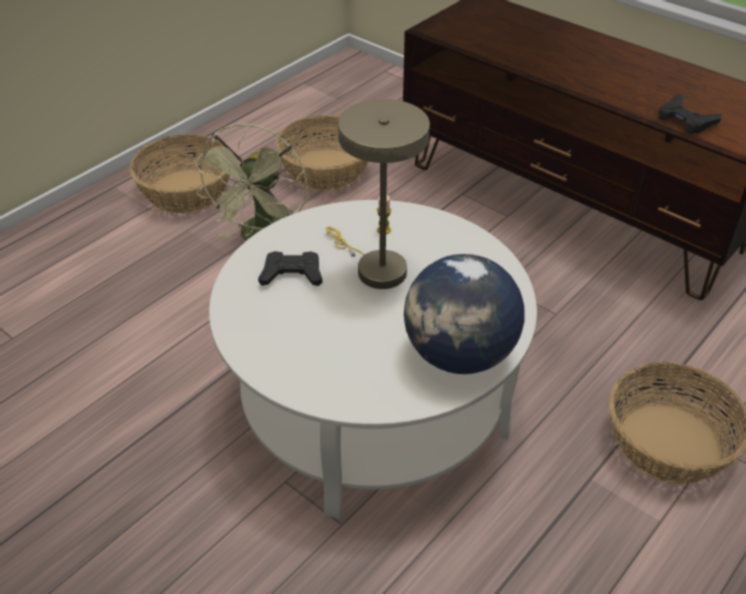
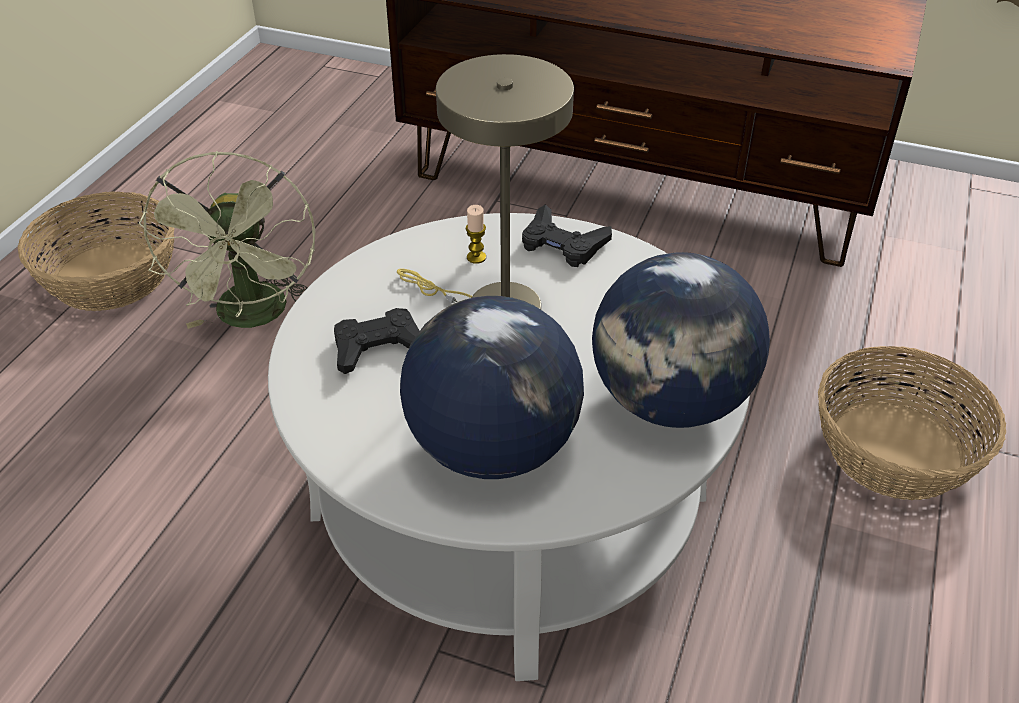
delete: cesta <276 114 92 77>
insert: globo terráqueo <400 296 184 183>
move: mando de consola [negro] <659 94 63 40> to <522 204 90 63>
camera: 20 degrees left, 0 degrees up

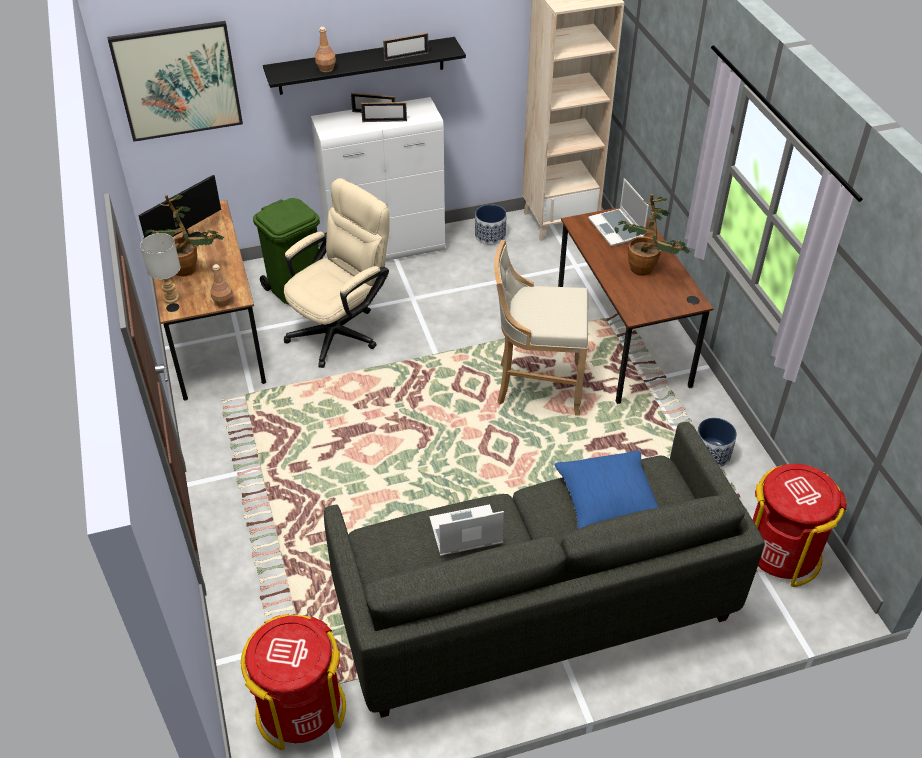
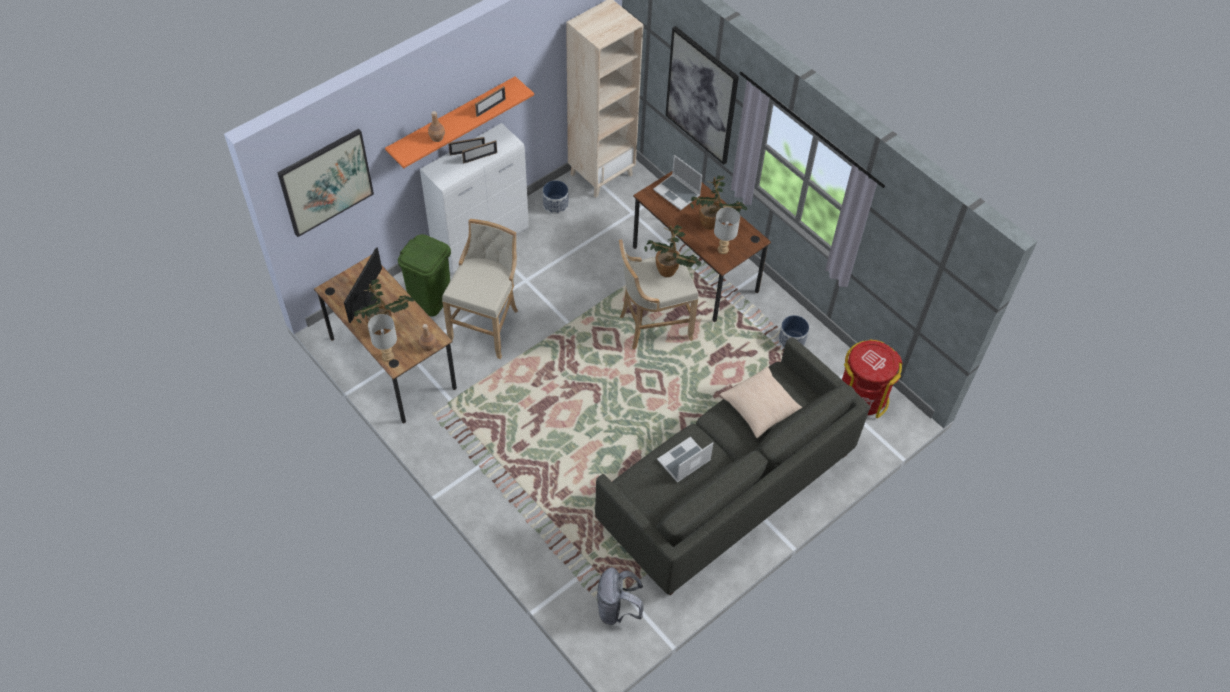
insert: planta en maceta <644 225 58 52>; cuadro <665 26 74 139>; lámpara de mesa [gris] <714 207 26 47>
replace: silla de oficina [beis] <284 178 106 190> to taburete [beis] <442 219 76 140>; papelera [rojo] <241 614 105 136> to mochila [gris] <597 567 47 58>
recolor: estante [negro] <263 37 203 58> to estante [naranja] <385 76 149 92>; cojín [azul] <554 450 105 79> to cojín [beis] <719 367 83 71>
camera: 25 degrees left, 10 degrees up

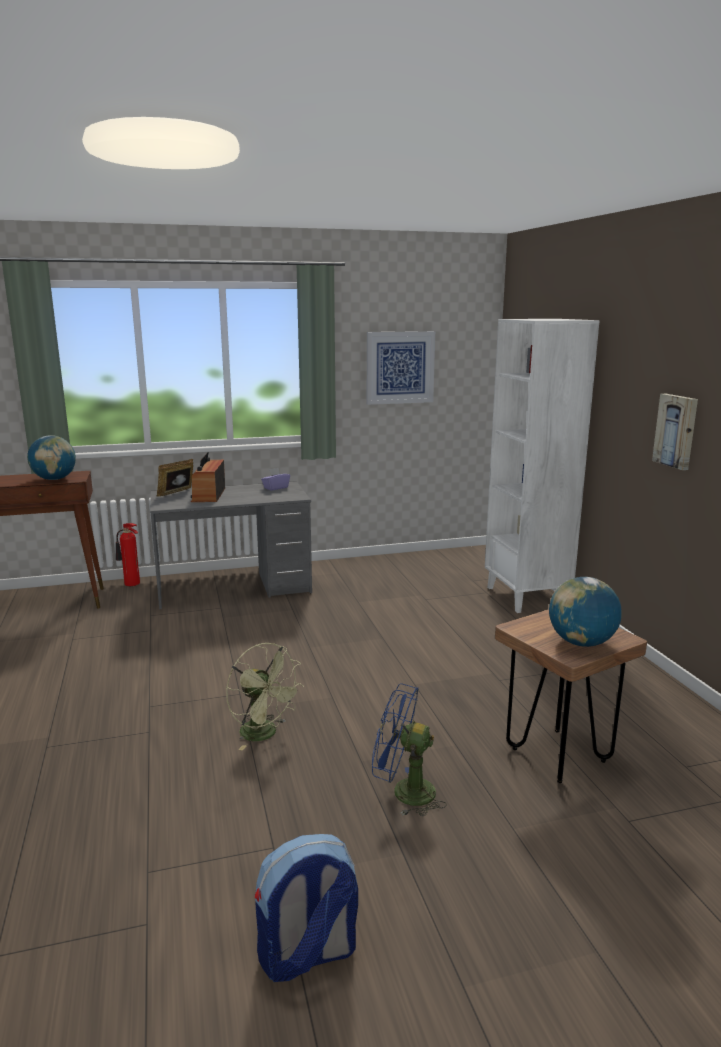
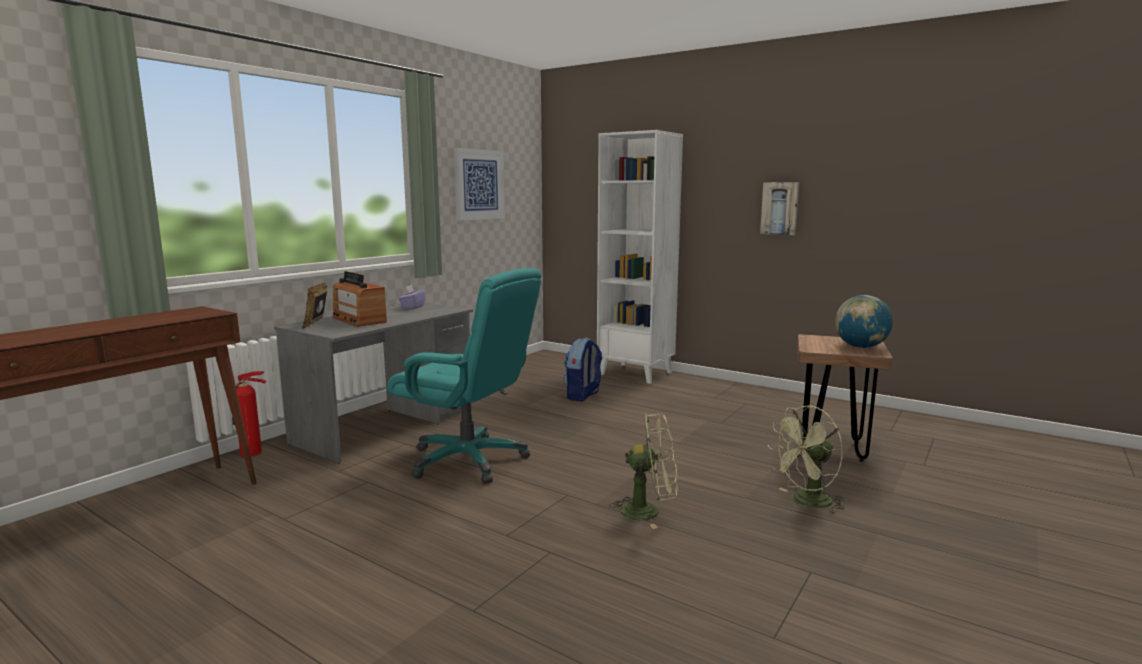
delete: globo terráqueo <27 435 49 45>
insert: silla de oficina [turquesa] <387 268 155 216>
move: mochila <255 834 103 148> to <564 338 38 63>
recolor: ventilador [azul] <372 683 75 133> to ventilador [verde] <768 406 77 108>
camera: 40 degrees left, 5 degrees down

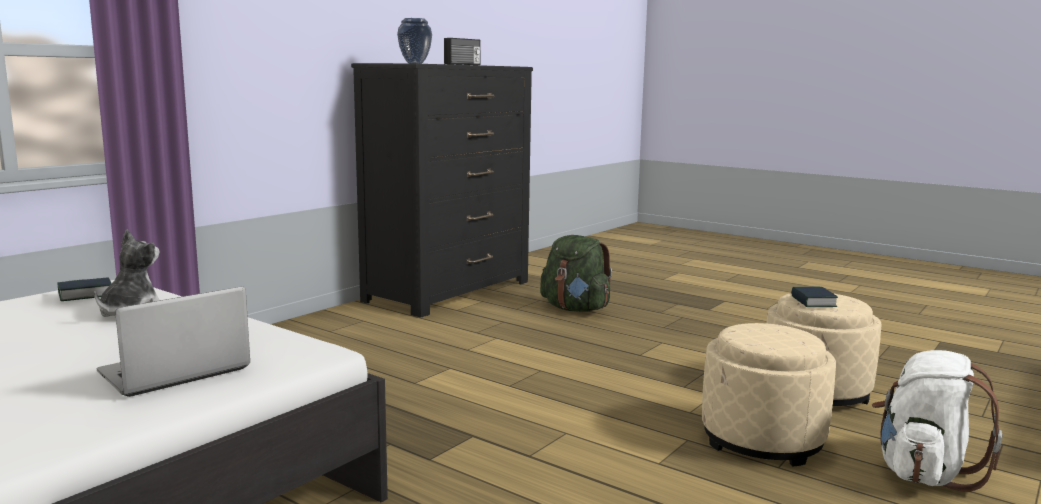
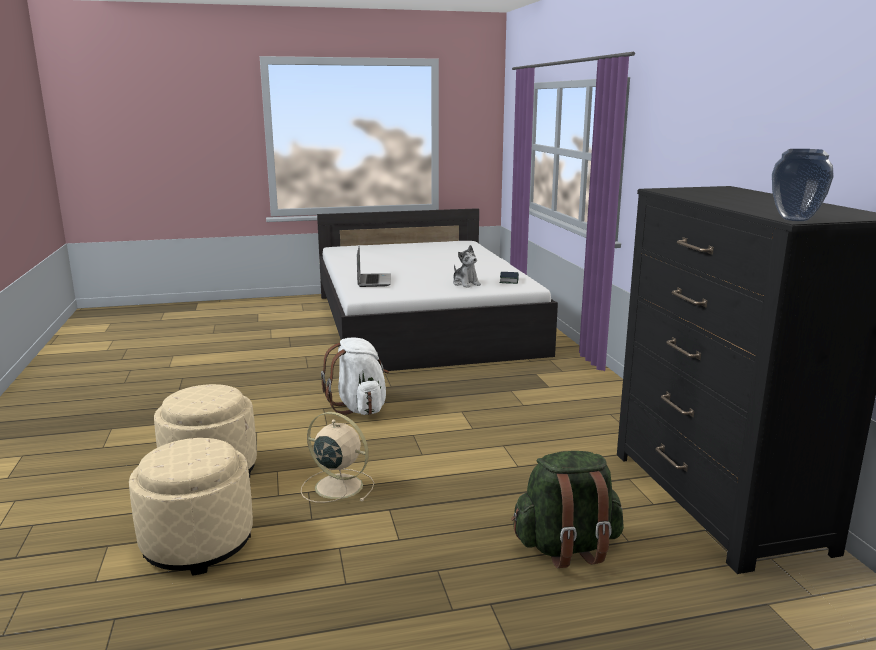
delete: radio <444 38 37 27>; libro <791 287 47 20>
insert: ventilador [beis] <301 412 73 91>
move: mochila [blanco] <872 350 131 142> to <321 337 68 78>; florero <397 18 35 46> to <772 149 62 72>
camera: 130 degrees right, 5 degrees up

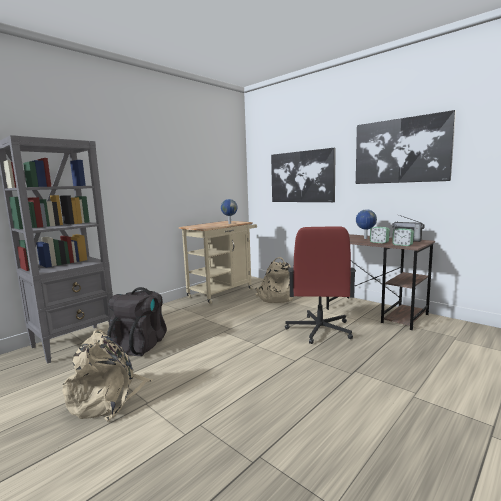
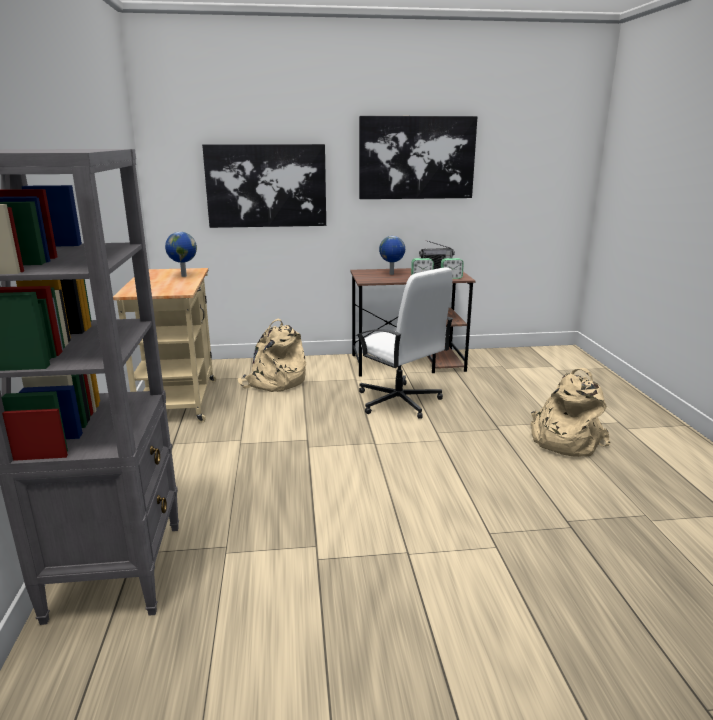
delete: mochila [negro] <107 287 60 69>
move: mochila [beis] <62 330 90 91> to <531 368 79 89>
recolor: silla de oficina [rojo] <285 226 71 118> to silla de oficina [blanco] <356 267 97 152>
camera: 50 degrees left, 10 degrees up

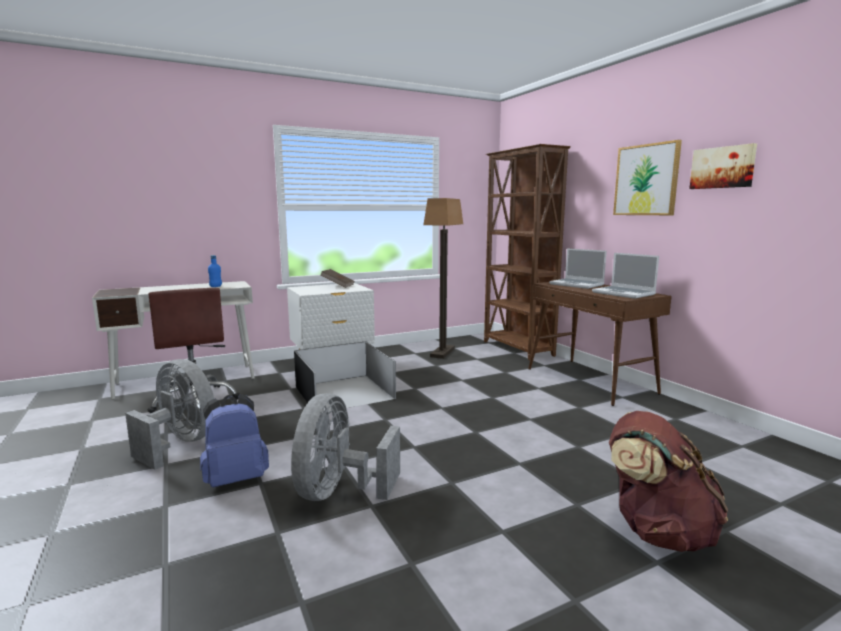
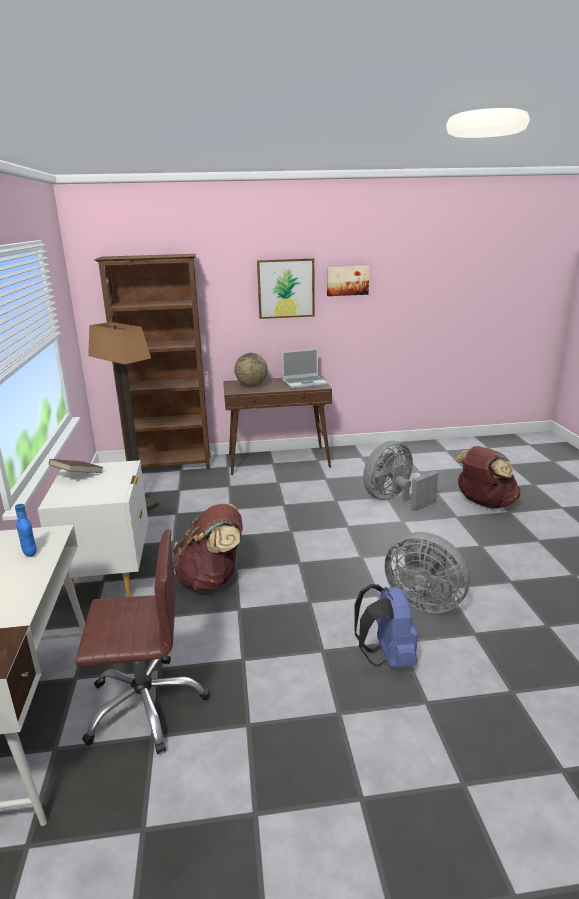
move: ventilador [gris] <125 359 89 111> to <363 441 75 70>
replace: caja de almacenaje [negro] <294 341 102 72> to mochila [marrón] <173 504 70 86>; portátil <549 248 58 41> to globo terráqueo <234 353 34 34>
camera: 70 degrees left, 10 degrees up

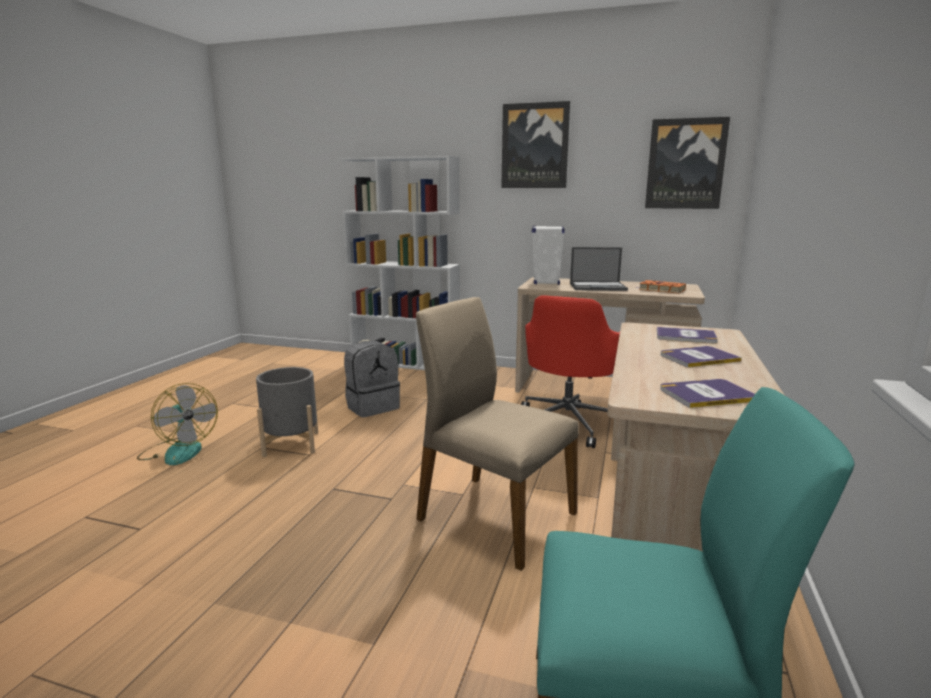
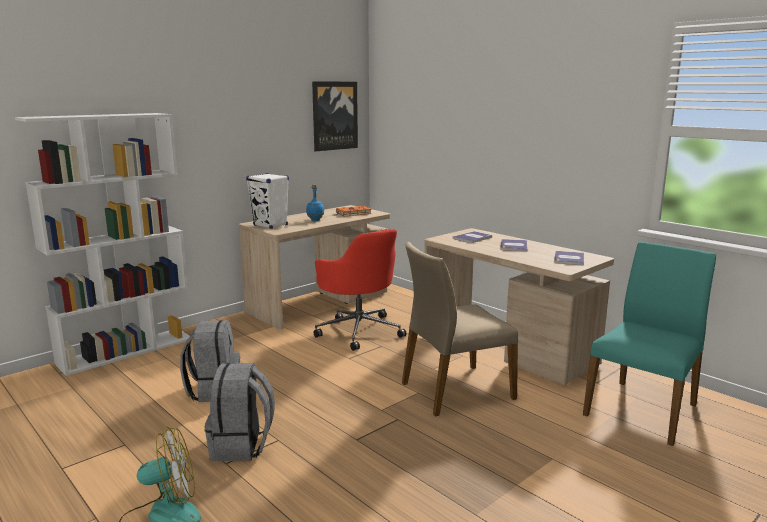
delete: cuadro <501 101 69 87>
replace: maceta [gris] <256 367 62 90> to mochila [gris] <205 363 70 98>; portátil <570 247 58 44> to botella [azul] <306 184 18 37>
camera: 60 degrees left, 0 degrees up

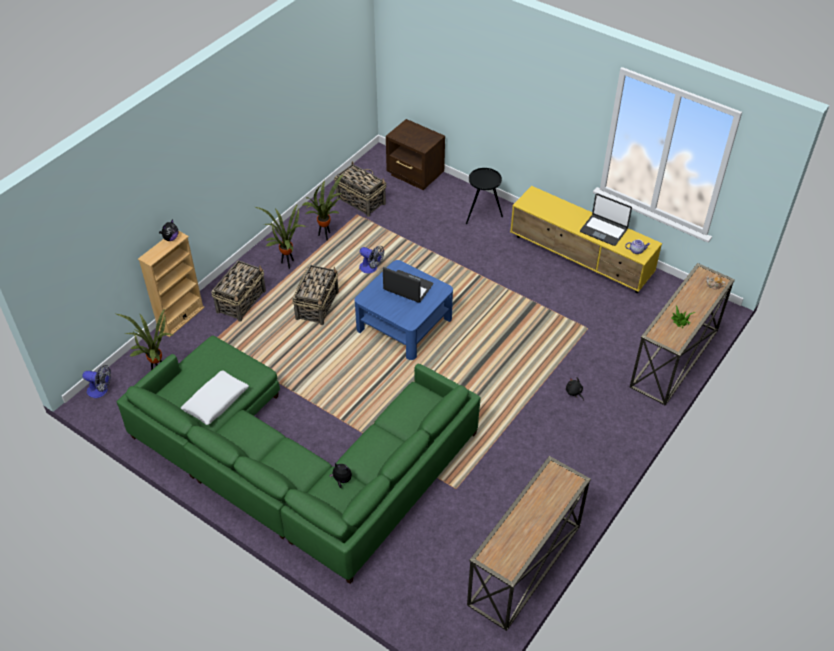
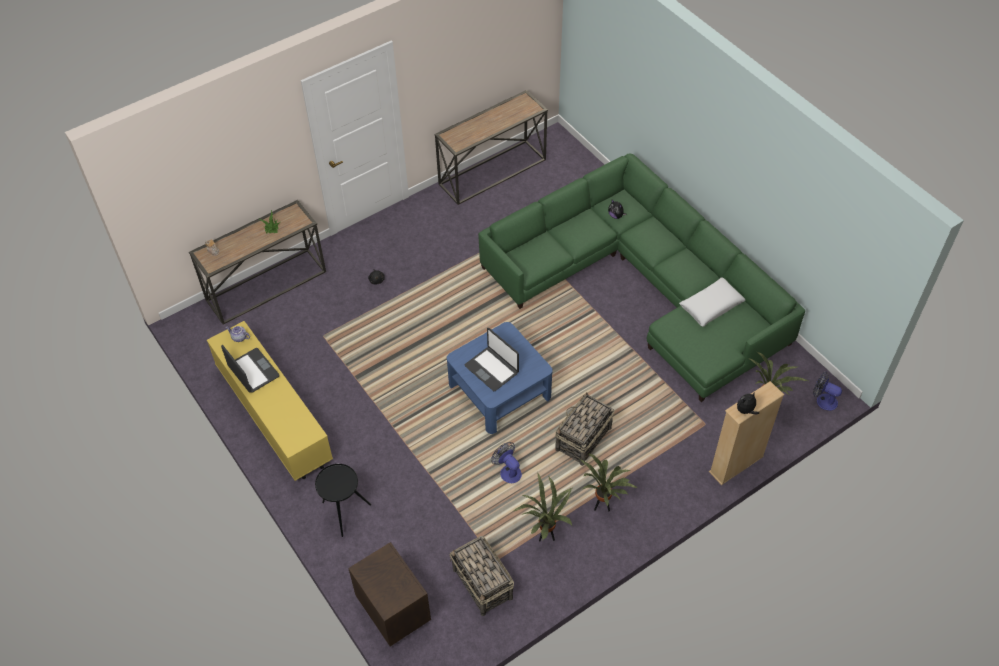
delete: cesta <211 260 55 61>
camera: 160 degrees left, 5 degrees up

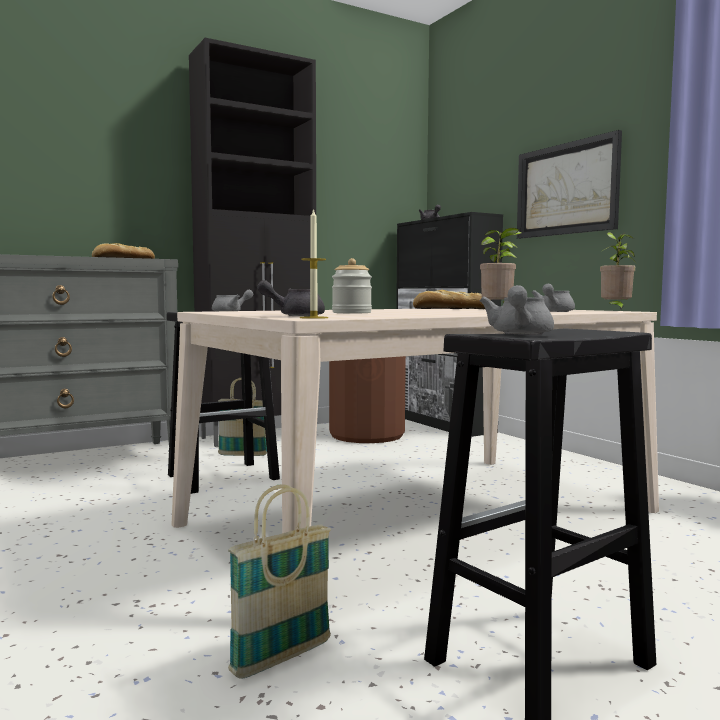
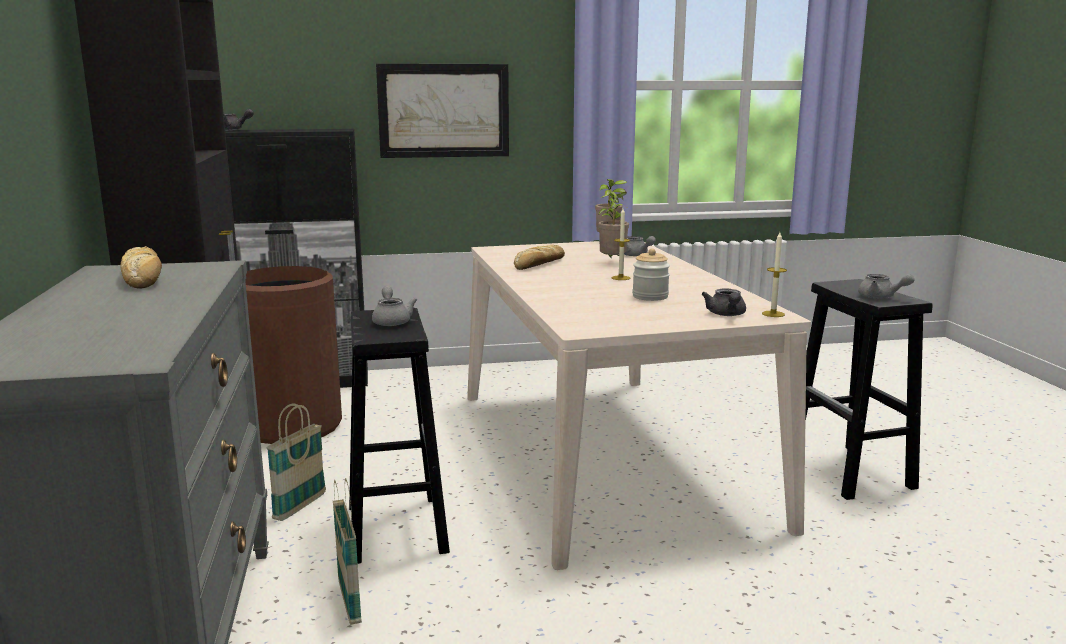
insert: vela <612 209 18 71>
move: cesta <228 484 103 195> to <333 478 29 147>
camera: 70 degrees left, 10 degrees up

